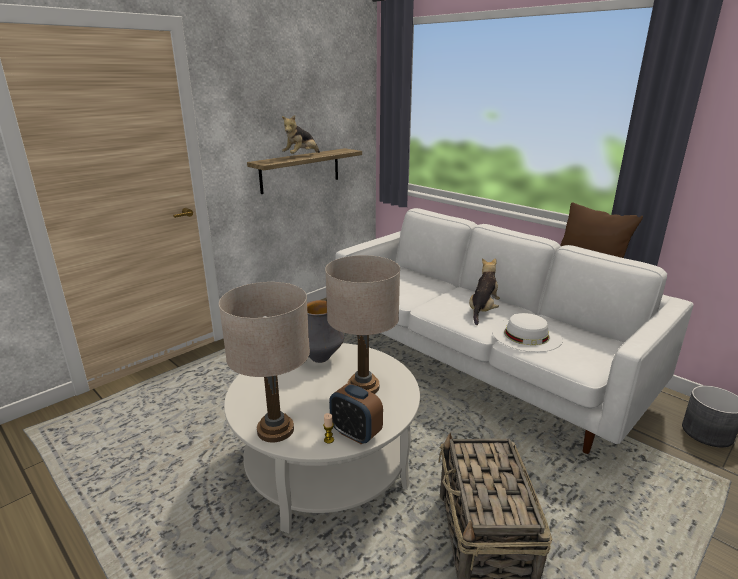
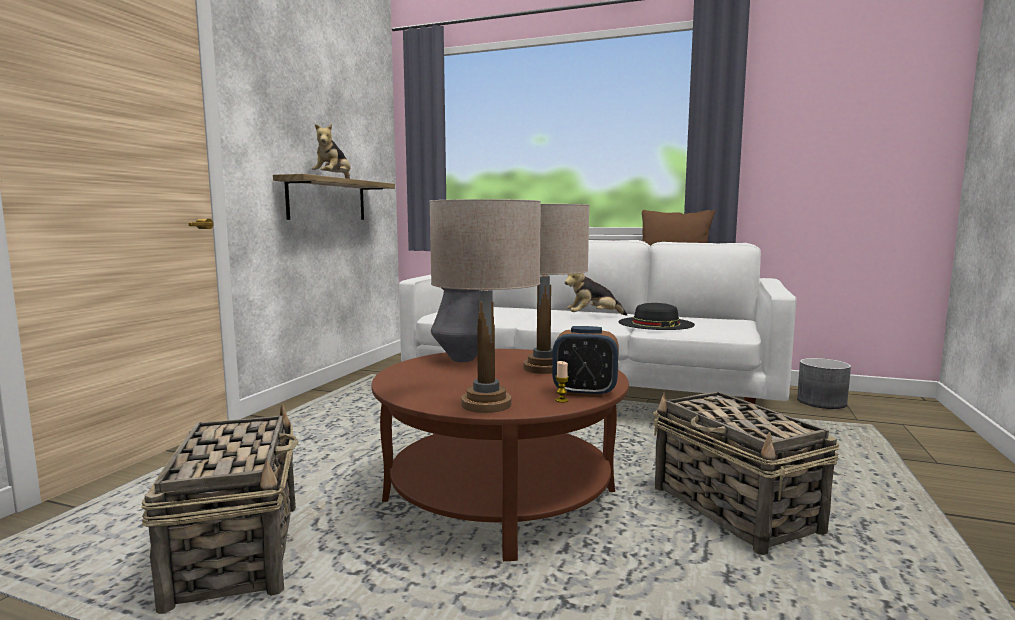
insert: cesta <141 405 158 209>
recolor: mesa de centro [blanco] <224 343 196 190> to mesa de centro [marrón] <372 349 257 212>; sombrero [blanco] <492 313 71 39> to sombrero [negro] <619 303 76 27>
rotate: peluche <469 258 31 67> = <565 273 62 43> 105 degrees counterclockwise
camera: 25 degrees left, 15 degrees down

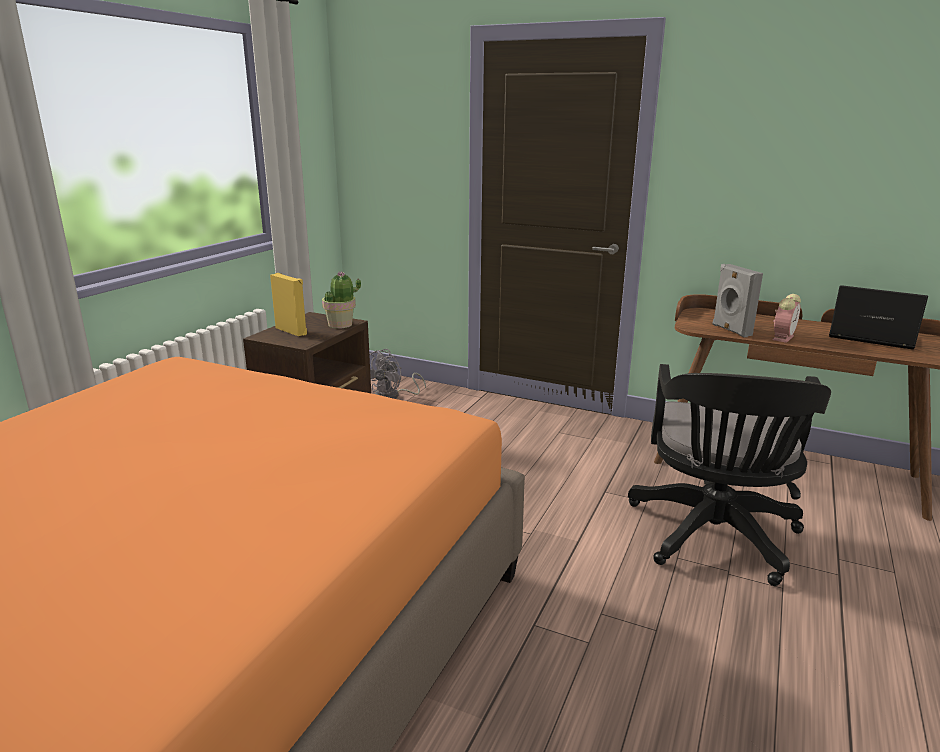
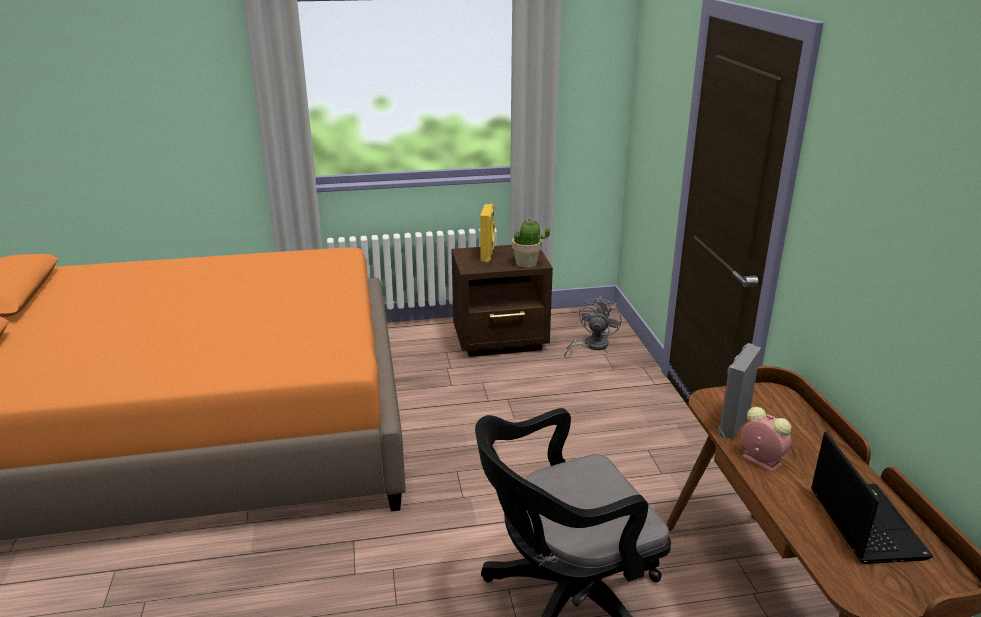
rotate: ventilador [gris] <369 349 57 50> = <564 296 58 62> 120 degrees clockwise; despertador <772 294 29 49> = <741 407 50 65> 135 degrees counterclockwise
camera: 55 degrees right, 5 degrees up

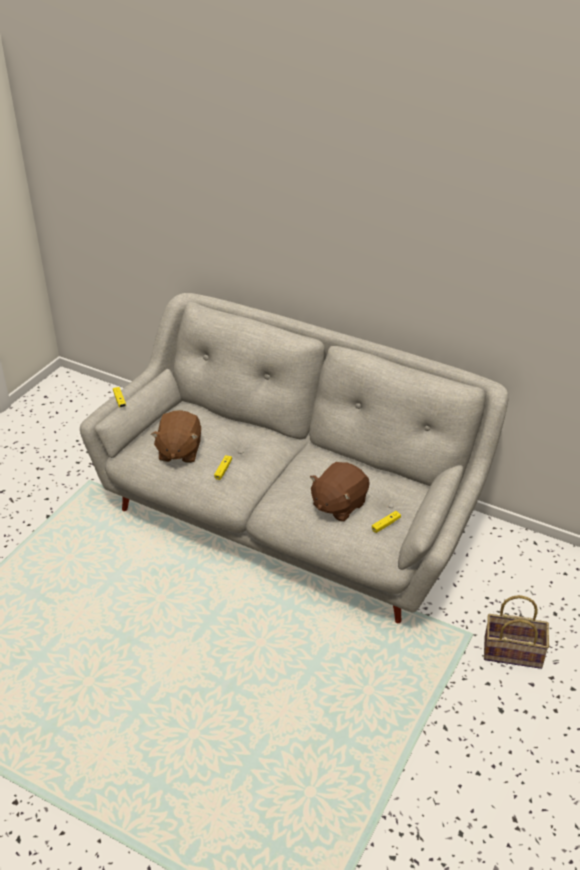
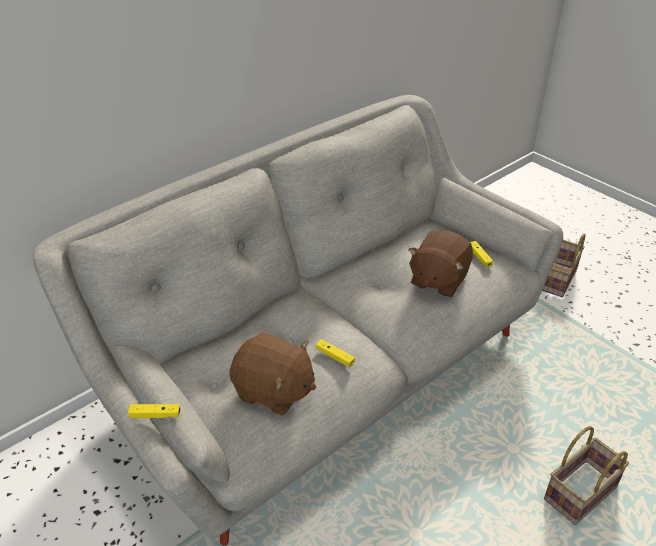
insert: cesta <544 426 85 99>
rotate: peluche [marrón] <310 462 60 60> = <408 230 65 67> 60 degrees clockwise
camera: 70 degrees left, 0 degrees up

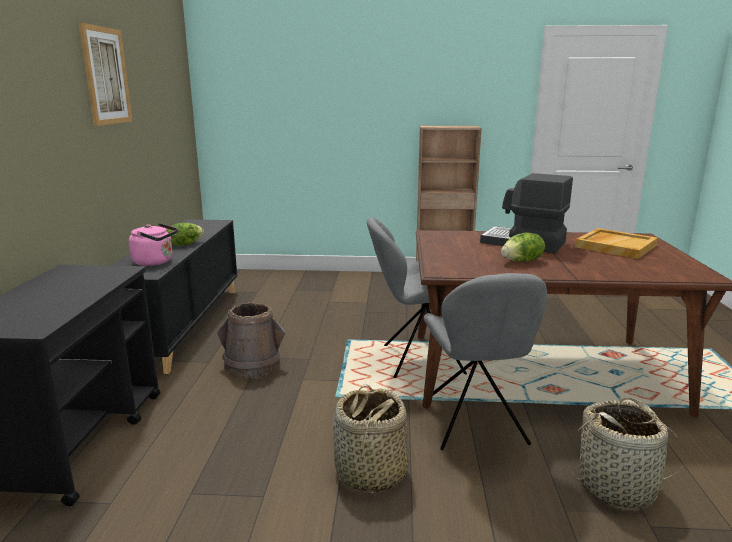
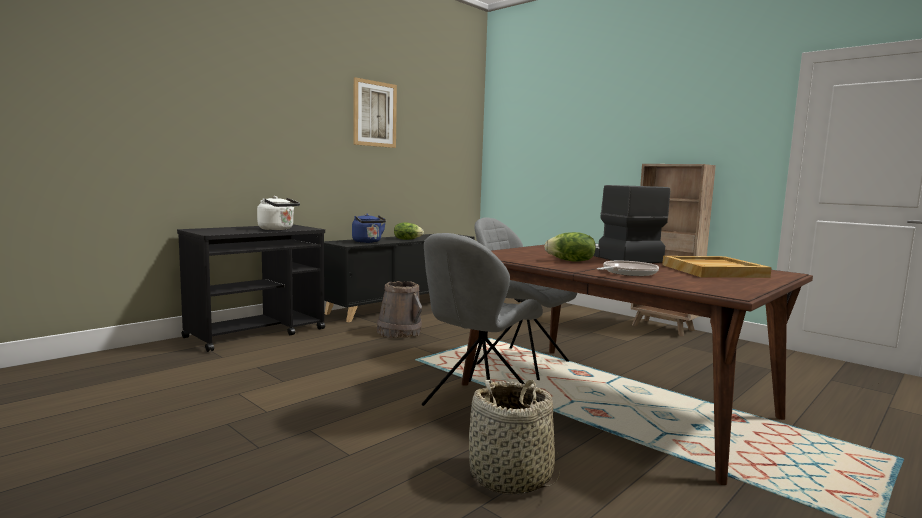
delete: cesta <333 384 76 109>
insert: hervidor [blanco] <257 196 43 34>; sartén <597 261 62 15>
recolor: hervidor [rosa] <129 223 49 43> to hervidor [azul] <352 214 34 29>
camera: 40 degrees right, 10 degrees down

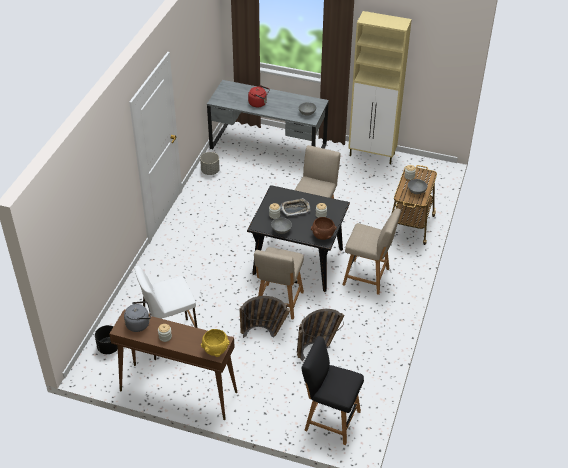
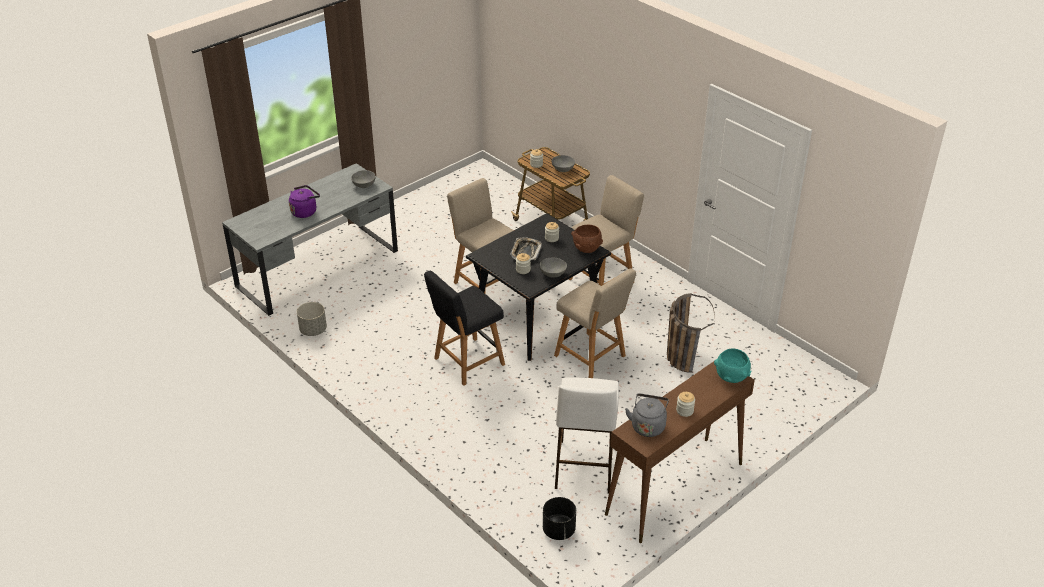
delete: cesta <240 296 50 42>; armario [beis] <348 11 64 153>
move: silla [negro] <301 336 63 109> to <424 271 81 115>
recolor: hervidor [rojo] <248 85 22 22> to hervidor [morado] <289 185 31 33>; cuenco [amarillo] <201 329 29 28> to cuenco [turquesa] <714 348 37 35>
camera: 60 degrees left, 5 degrees down

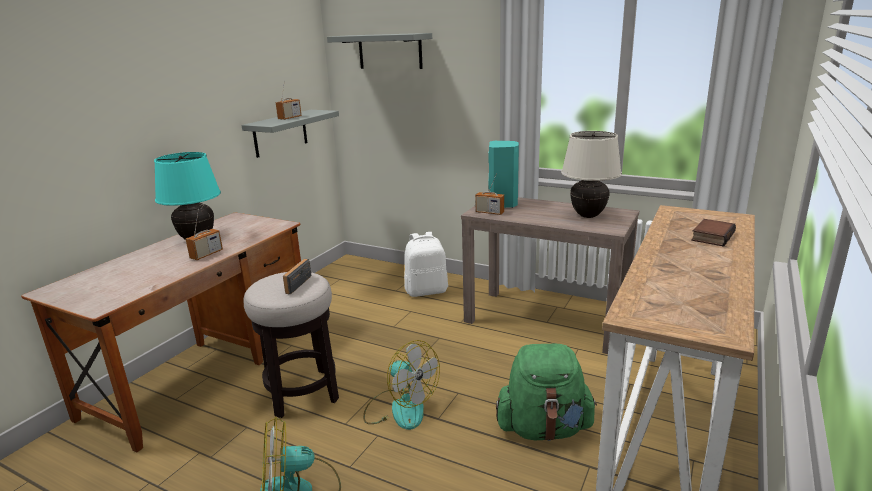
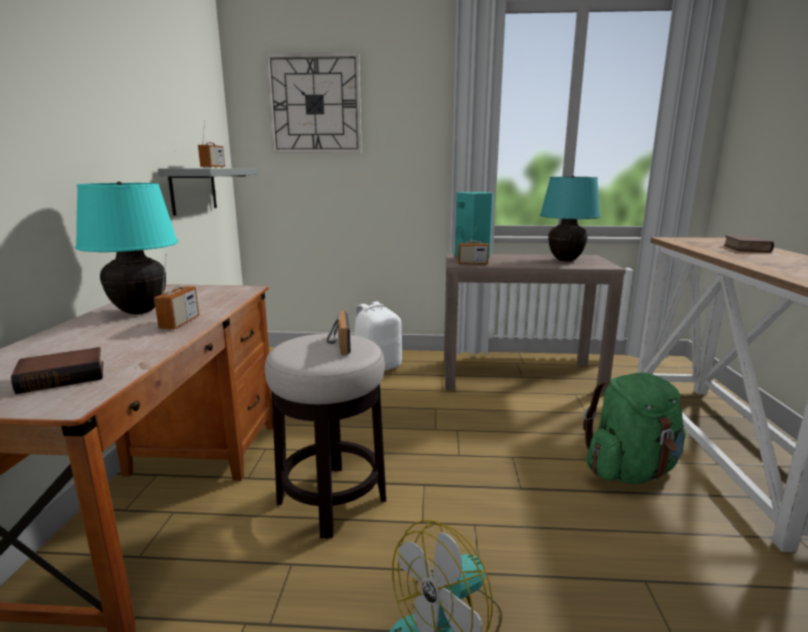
delete: ventilador <363 340 77 90>
insert: libro <11 347 92 47>
replace: estante [gris] <327 33 105 36> to reloj de pared <265 53 97 100>
recolor: lámpara de mesa [beis] <561 131 61 87> to lámpara de mesa [turquesa] <540 176 61 85>
camera: 25 degrees left, 5 degrees down

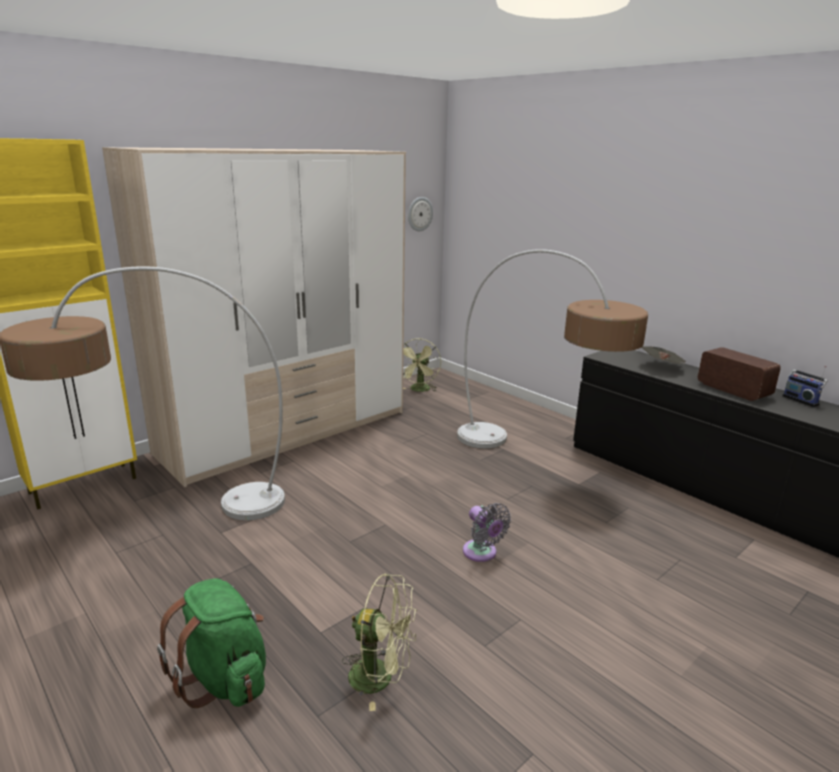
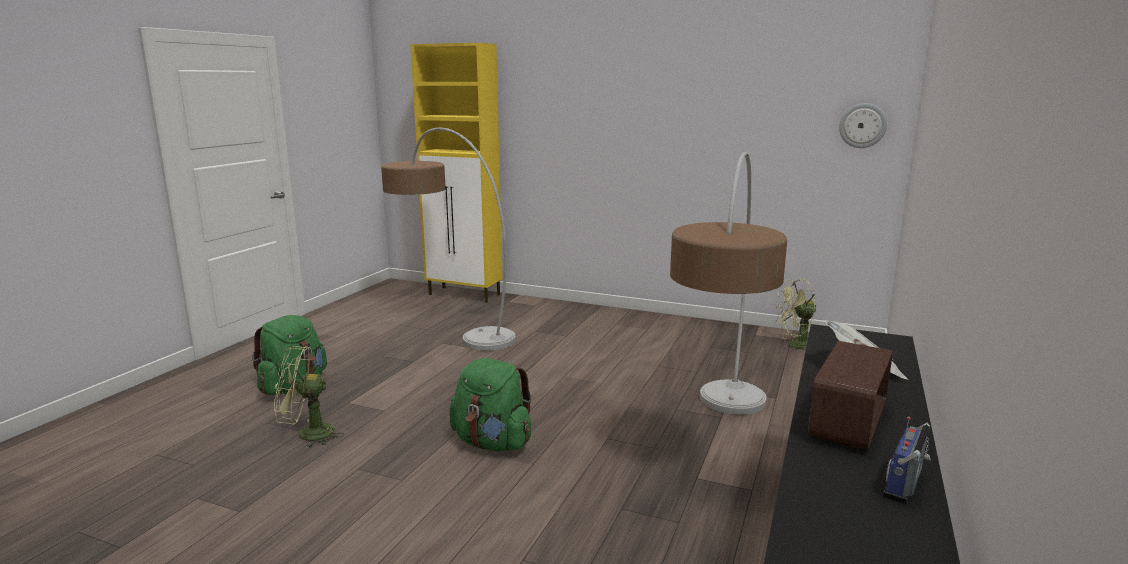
delete: armario ropero <102 147 304 340>
replace: ventilador [gris] <463 503 48 59> to mochila [verde] <450 358 82 94>
rotate: ventilador [verde] <342 573 75 138> = <274 346 70 102> 90 degrees clockwise
camera: 65 degrees right, 5 degrees down

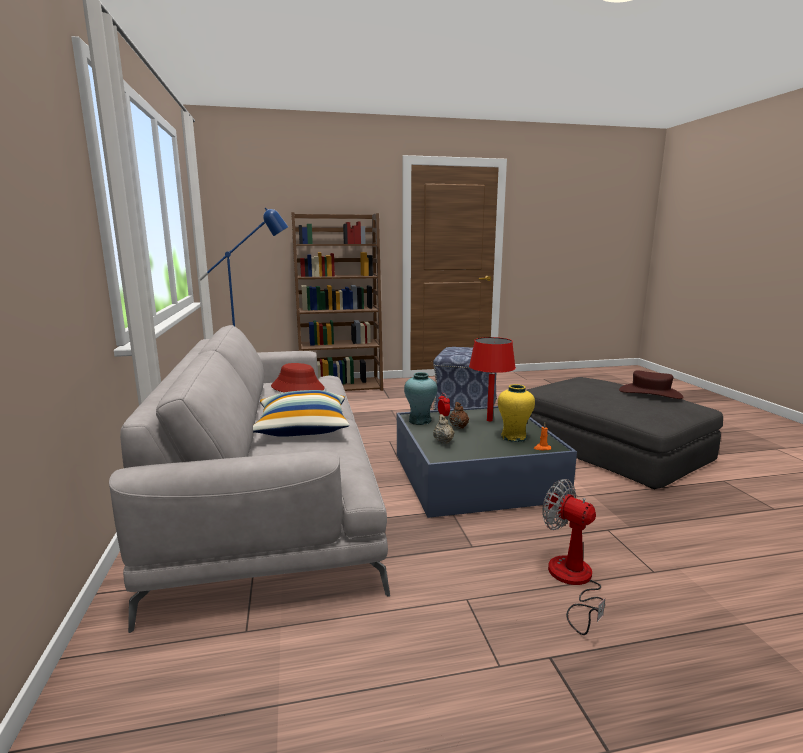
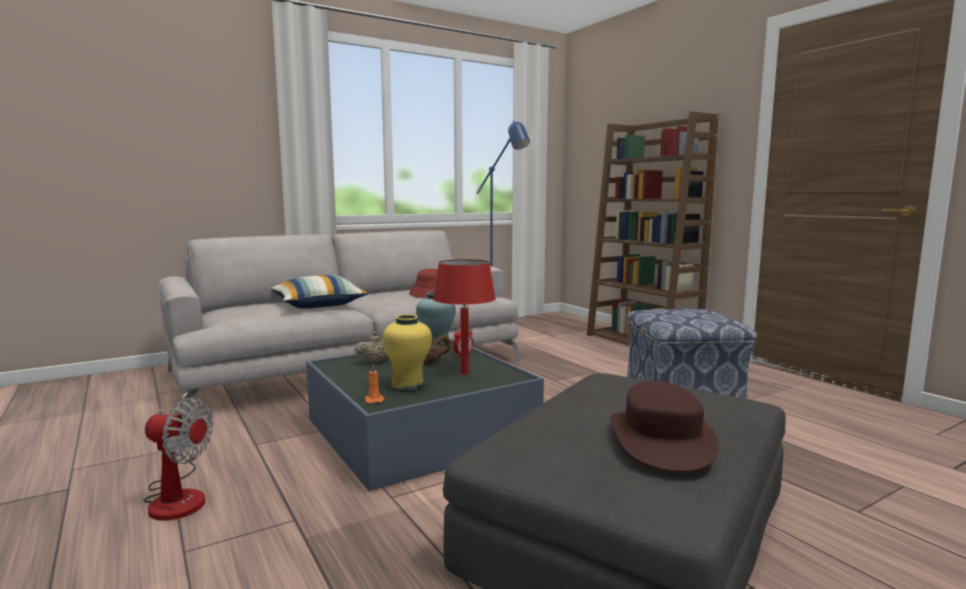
rotate: ventilador <542 479 63 156> = <143 397 70 123> 75 degrees clockwise
camera: 70 degrees right, 5 degrees down

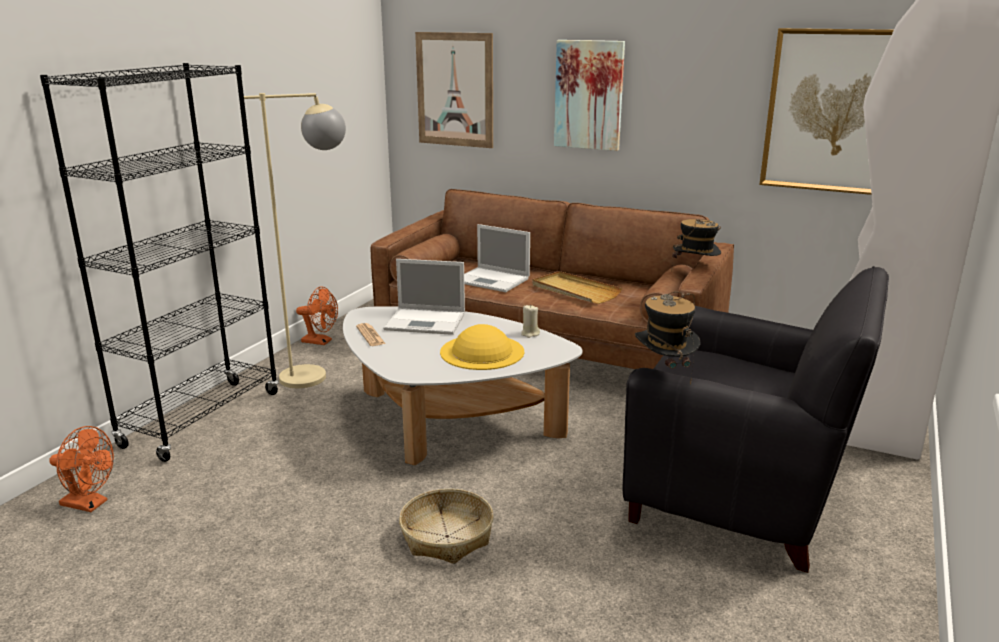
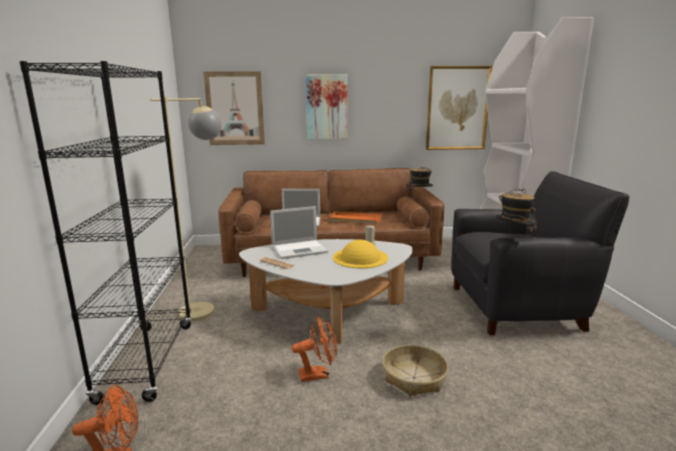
move: ventilador [naranja] <296 286 42 59> to <292 316 45 66>
recolor: bandeja [beis] <532 271 90 33> to bandeja [naranja] <328 211 54 13>
camera: 30 degrees left, 5 degrees down

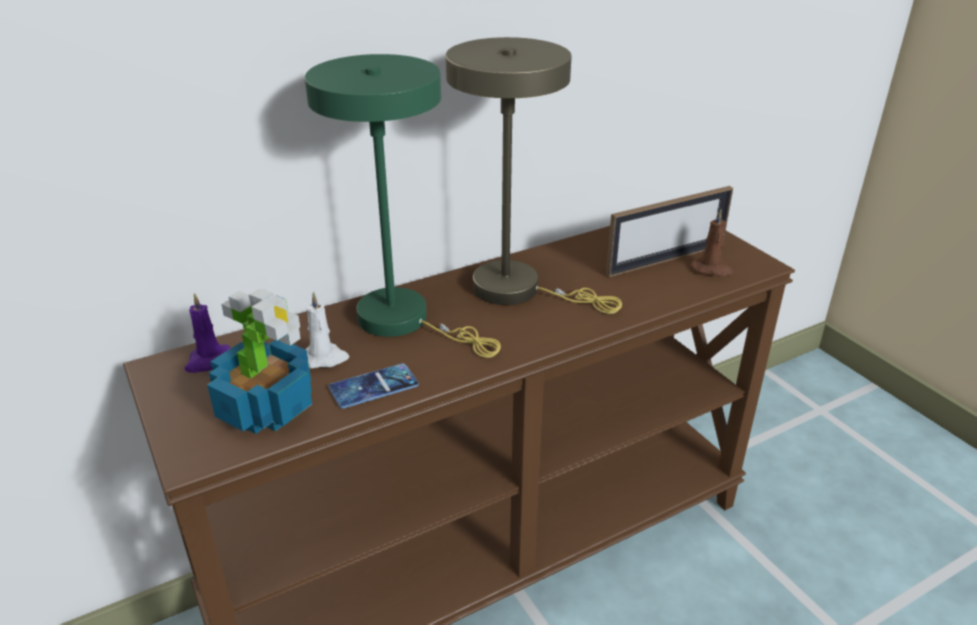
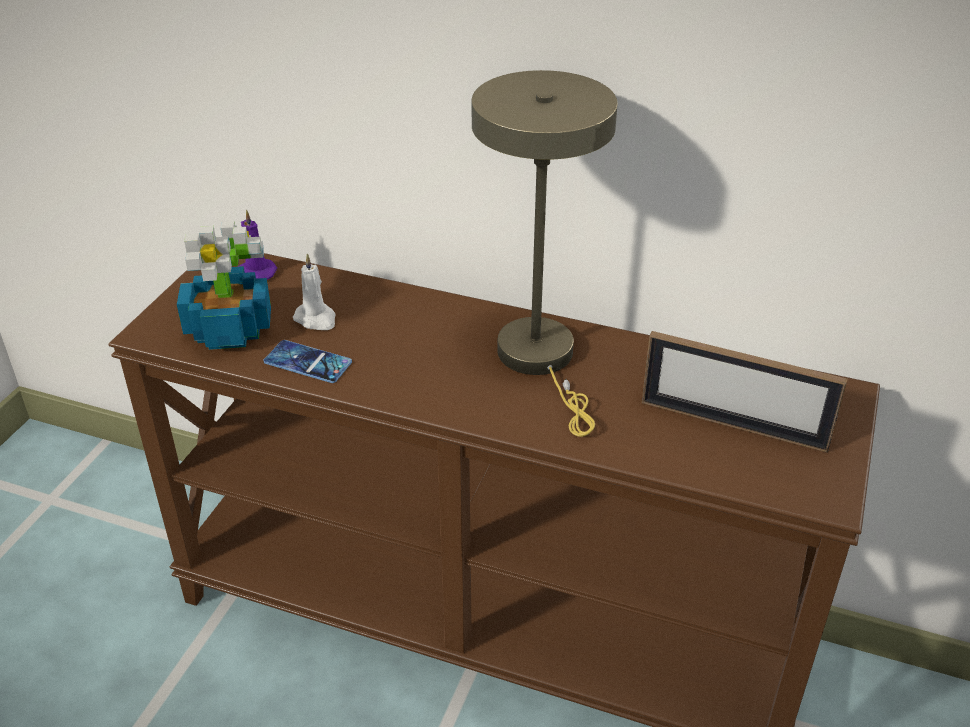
delete: lámpara de mesa [verde] <305 54 196 304>; vela [marrón] <691 209 42 67>
camera: 50 degrees right, 5 degrees up

